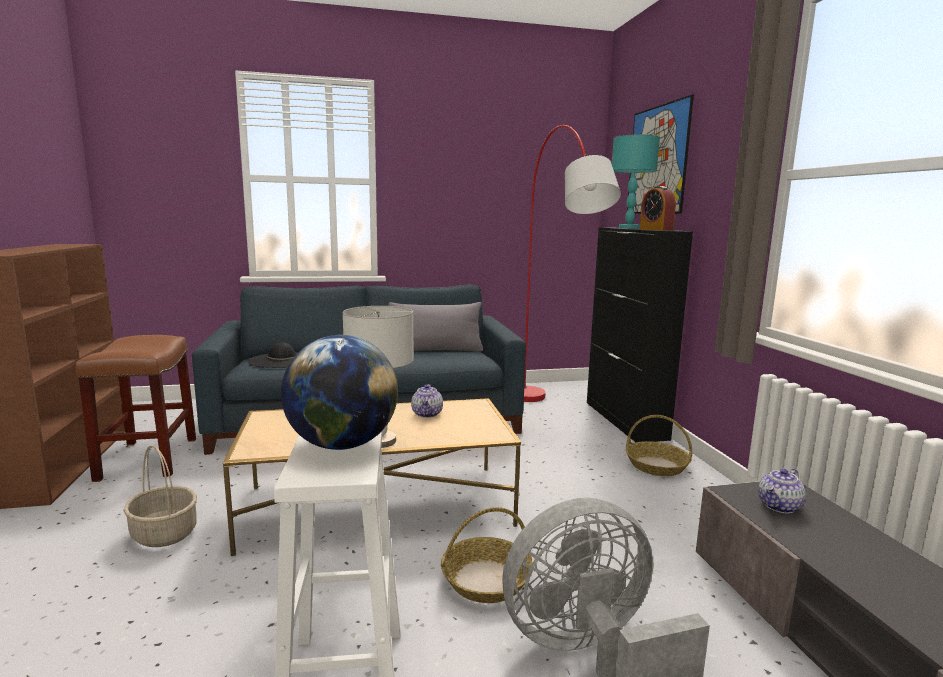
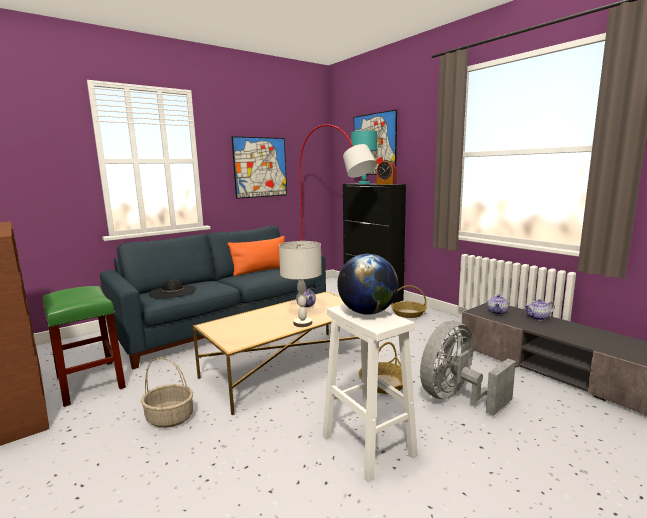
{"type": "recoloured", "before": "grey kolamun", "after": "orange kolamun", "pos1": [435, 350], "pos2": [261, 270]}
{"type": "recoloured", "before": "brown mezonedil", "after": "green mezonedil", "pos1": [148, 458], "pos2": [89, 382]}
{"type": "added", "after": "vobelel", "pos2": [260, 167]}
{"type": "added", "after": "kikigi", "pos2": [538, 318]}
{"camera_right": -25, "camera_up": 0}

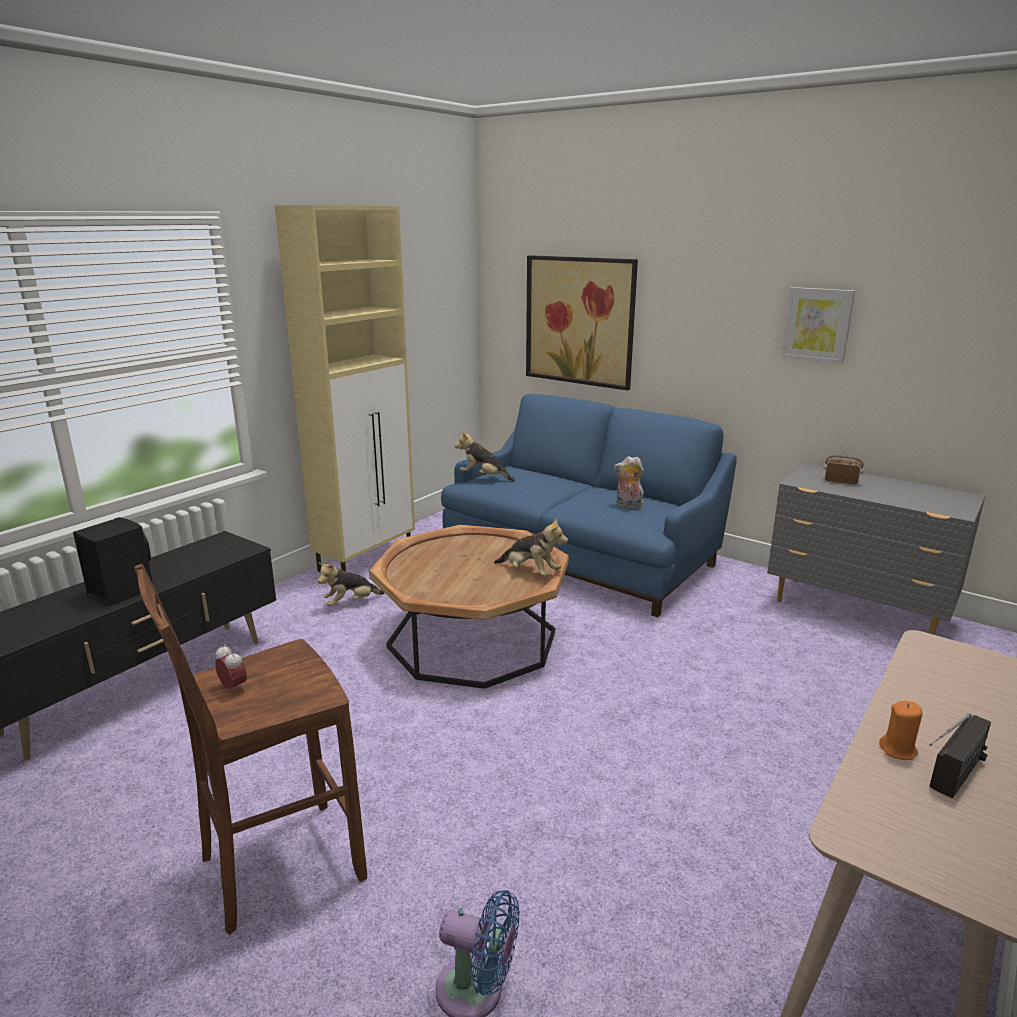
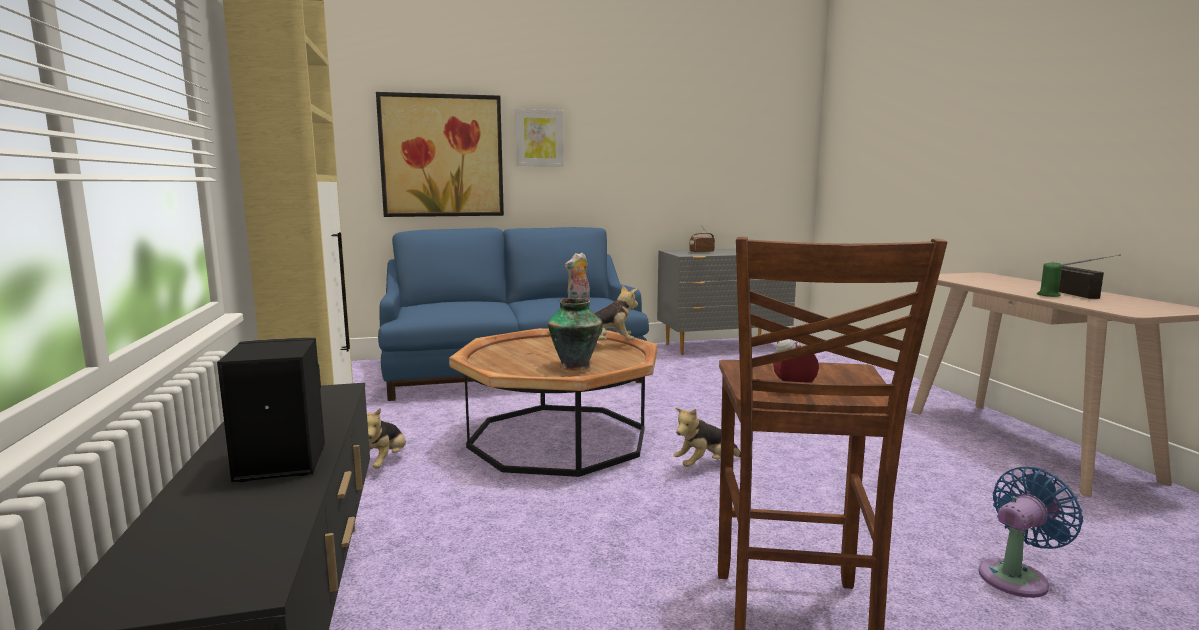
{"type": "moved", "before": "vobelel", "pos1": [817, 324], "pos2": [539, 138]}
{"type": "moved", "before": "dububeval", "pos1": [483, 477], "pos2": [705, 465]}
{"type": "recoloured", "before": "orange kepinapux", "after": "green kepinapux", "pos1": [898, 750], "pos2": [1048, 295]}
{"type": "added", "after": "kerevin", "pos2": [576, 366]}
{"camera_right": -50, "camera_up": -10}

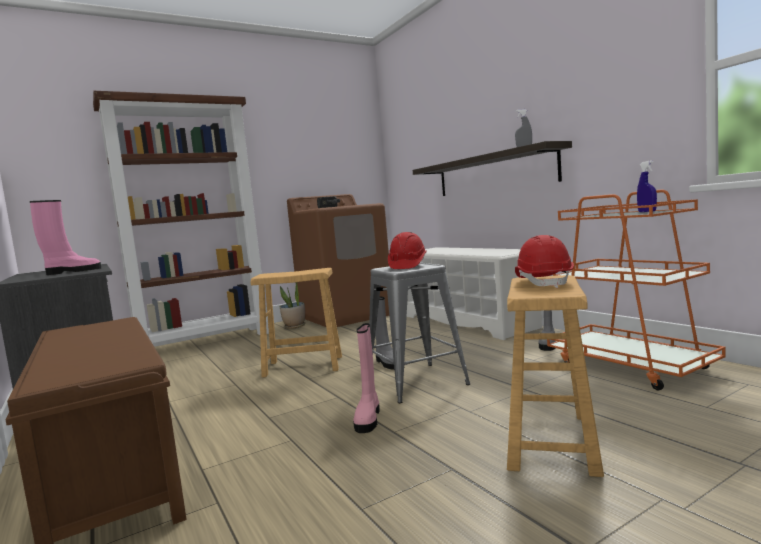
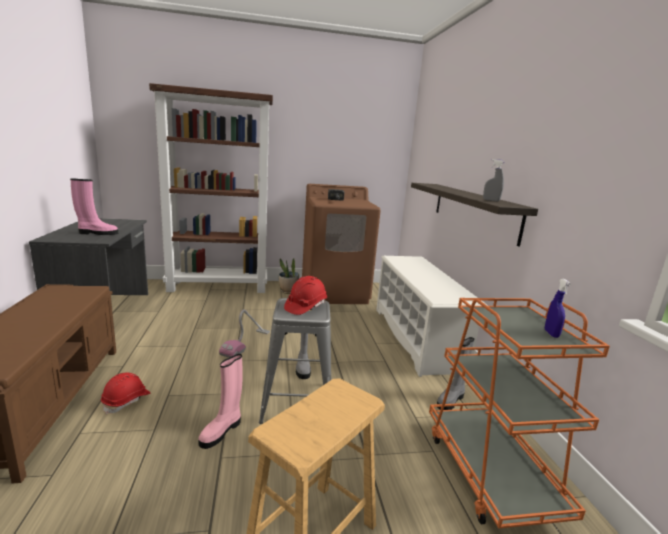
{"type": "moved", "before": "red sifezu", "pos1": [544, 282], "pos2": [126, 401]}
{"type": "replaced", "before": "brown mezonedil", "after": "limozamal", "pos1": [303, 366], "pos2": [246, 343]}
{"camera_right": 20, "camera_up": 10}

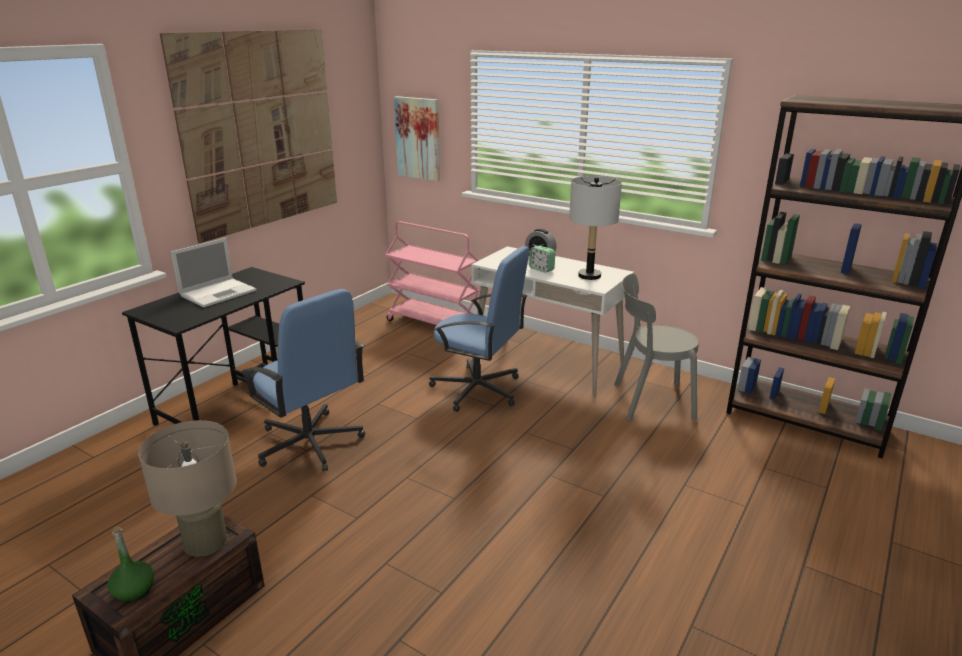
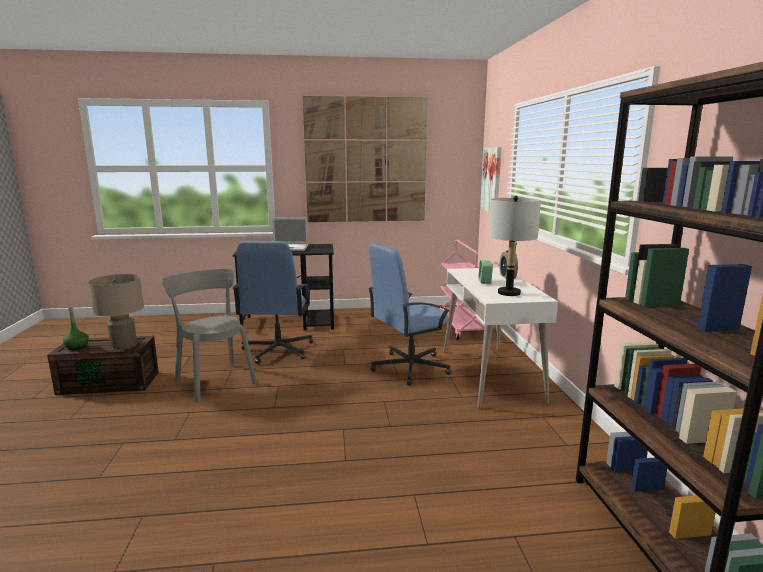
{"type": "turned", "before": "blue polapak", "pos1": [478, 390], "pos2": [409, 367], "turn": 75}
{"type": "moved", "before": "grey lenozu", "pos1": [648, 401], "pos2": [214, 380]}
{"camera_right": 50, "camera_up": -10}

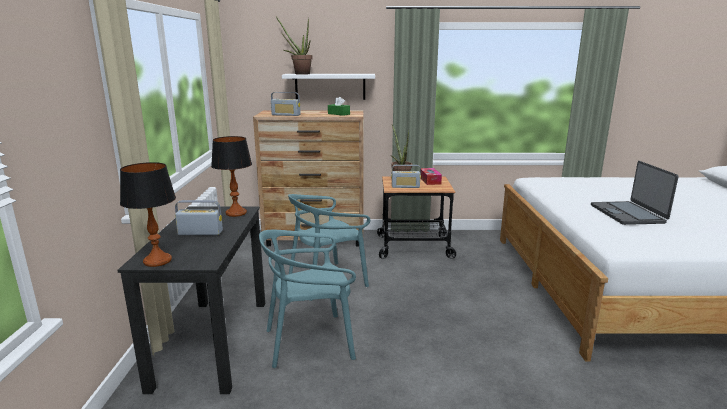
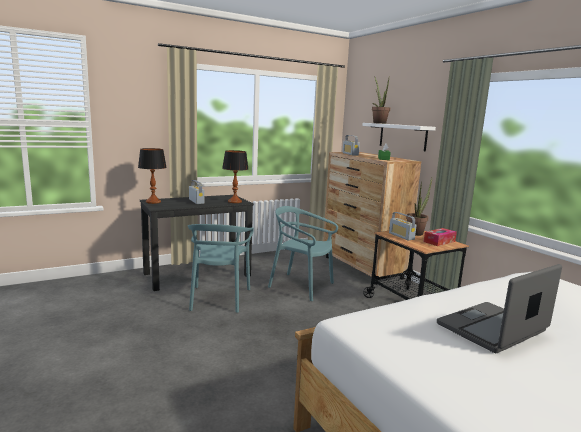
{"type": "turned", "before": "turquoise lenozu", "pos1": [310, 342], "pos2": [218, 298], "turn": -135}
{"camera_right": 60, "camera_up": -5}

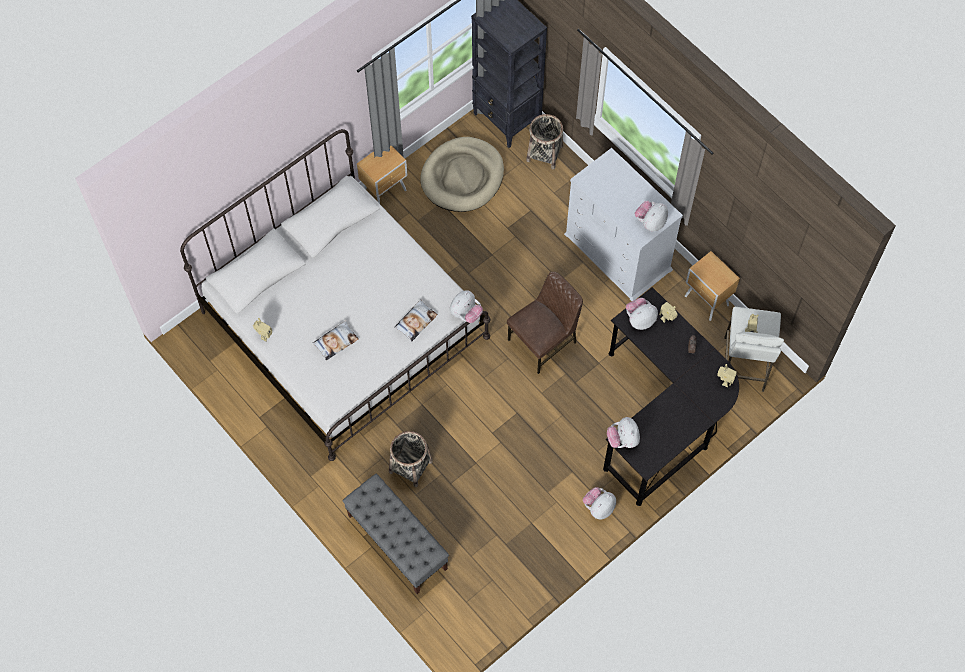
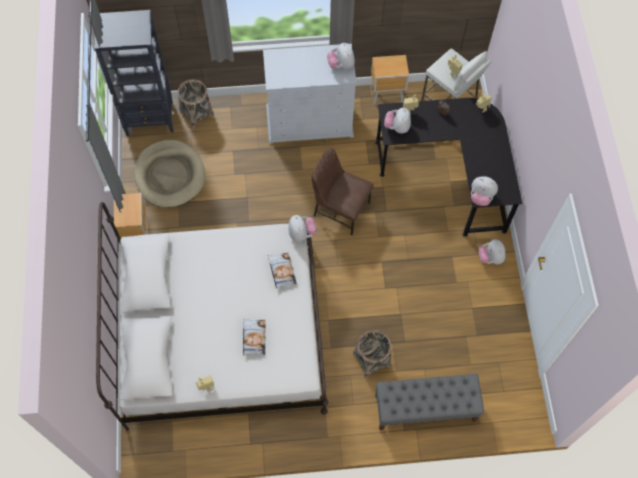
{"type": "turned", "before": "brown lenozu", "pos1": [544, 341], "pos2": [340, 209], "turn": -60}
{"camera_right": -55, "camera_up": 0}

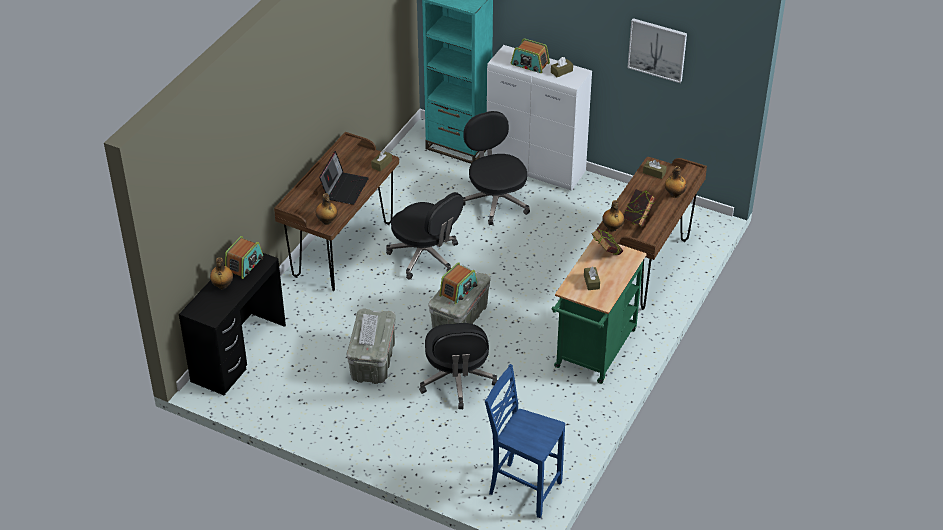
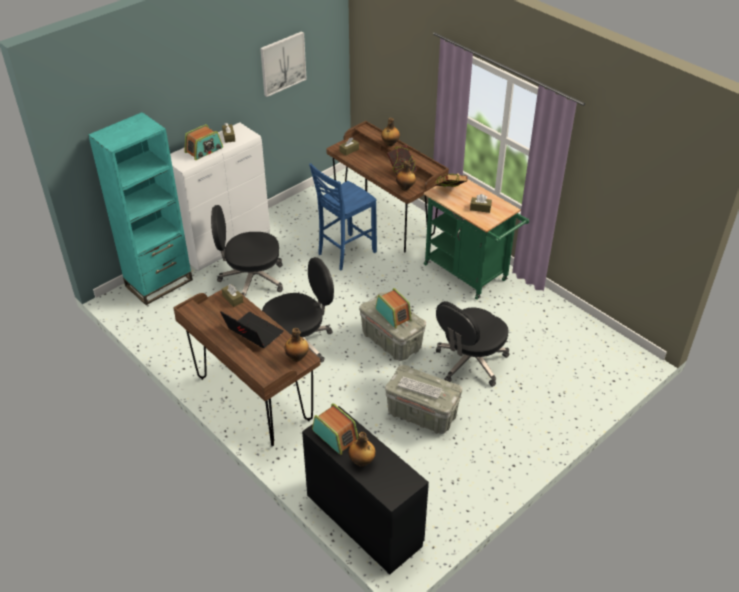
{"type": "turned", "before": "black polapak", "pos1": [457, 381], "pos2": [470, 362], "turn": 120}
{"type": "moved", "before": "blue lenozu", "pos1": [523, 488], "pos2": [345, 253]}
{"camera_right": -70, "camera_up": 0}

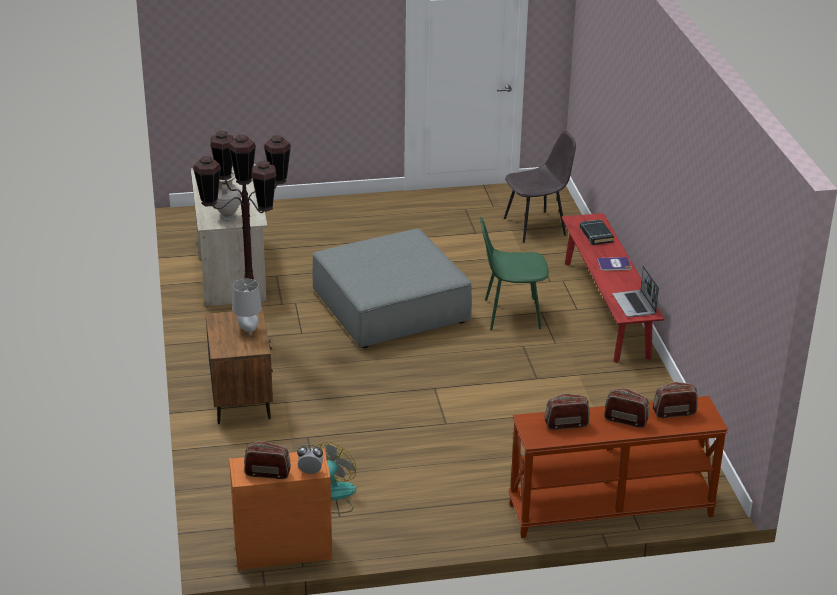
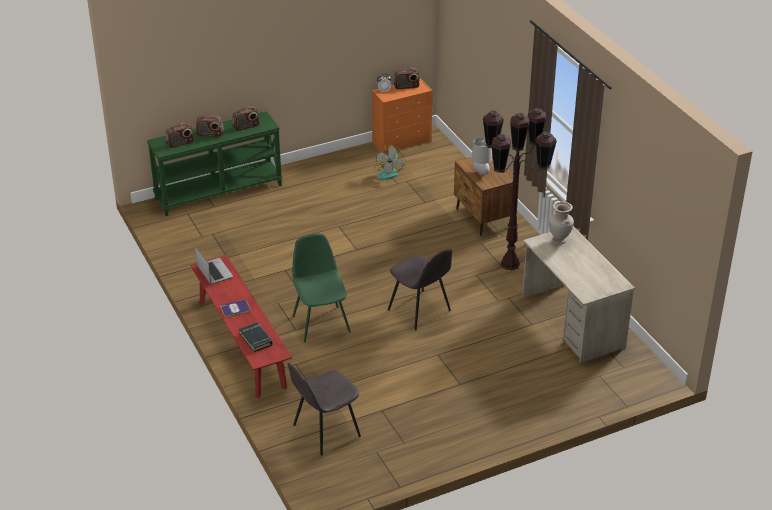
{"type": "turned", "before": "green lenozu", "pos1": [510, 314], "pos2": [320, 323], "turn": -90}
{"type": "replaced", "before": "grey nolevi", "after": "grey lenozu", "pos1": [391, 307], "pos2": [420, 311]}
{"type": "recoloured", "before": "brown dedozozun", "after": "green dedozozun", "pos1": [610, 511], "pos2": [218, 191]}
{"camera_right": 165, "camera_up": 5}

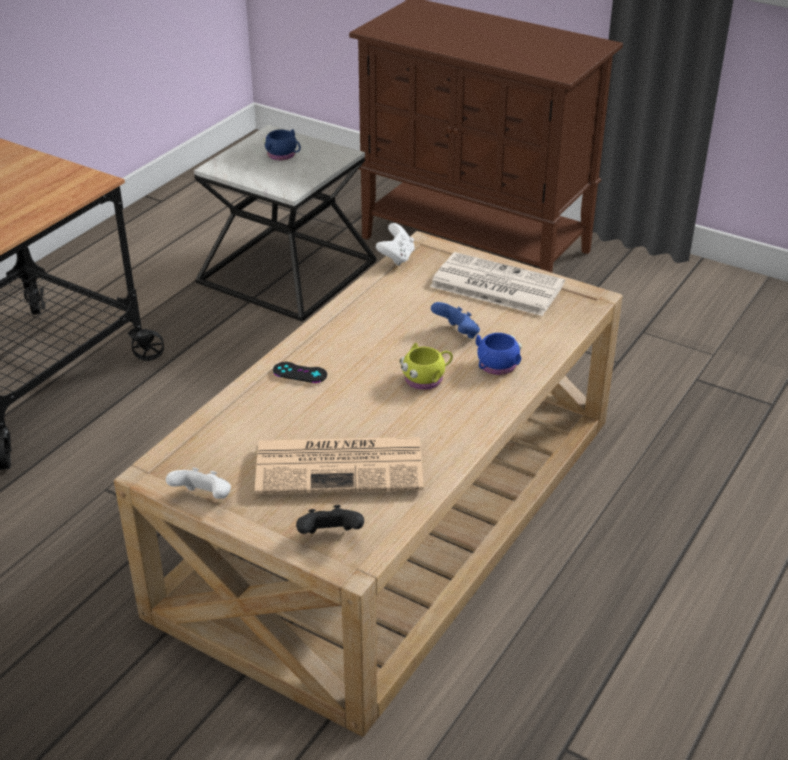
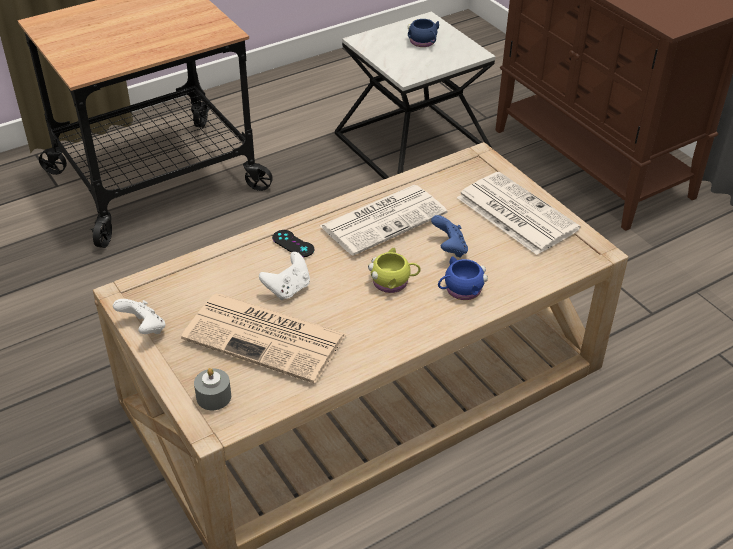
{"type": "moved", "before": "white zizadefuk", "pos1": [396, 257], "pos2": [288, 289]}
{"type": "replaced", "before": "black zizadefuk", "after": "grey kepinapux", "pos1": [330, 536], "pos2": [213, 397]}
{"type": "added", "after": "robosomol", "pos2": [384, 219]}
{"camera_right": 25, "camera_up": 5}

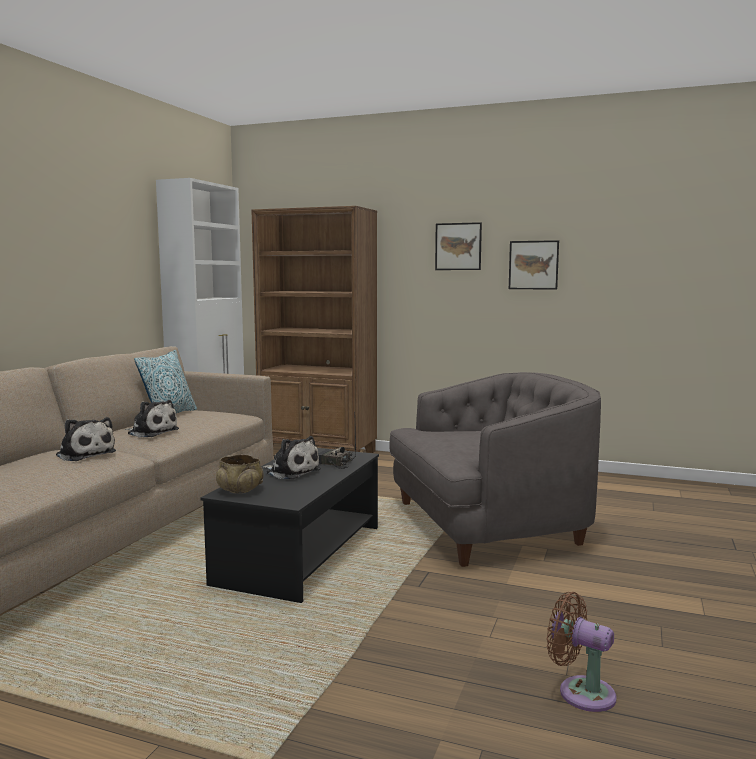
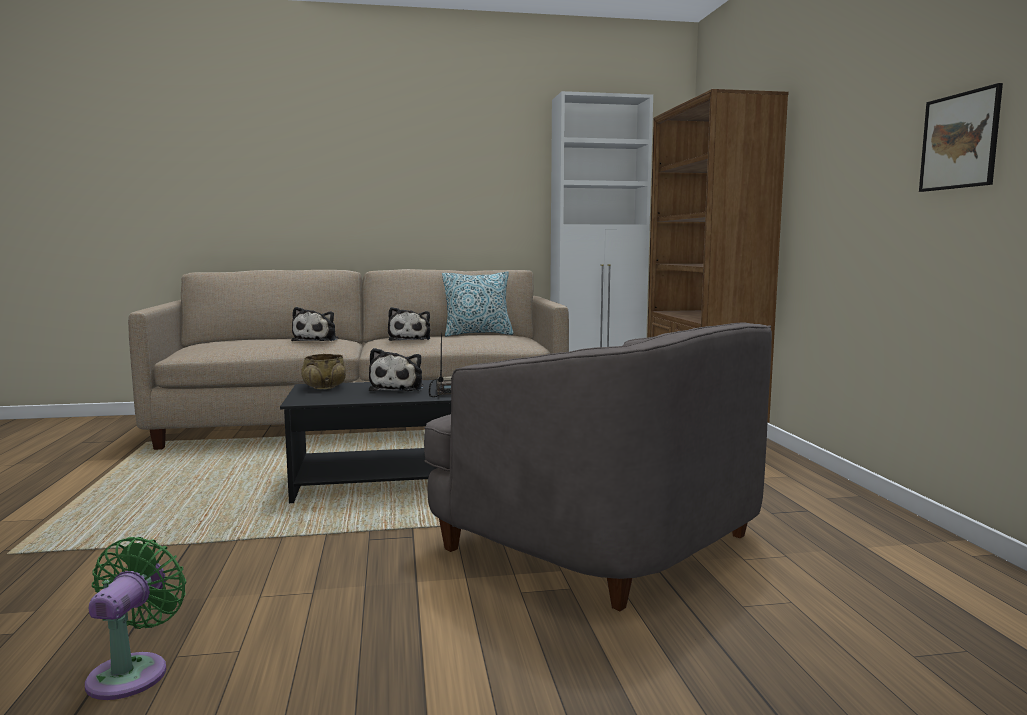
{"type": "removed", "before": "vobelel", "pos1": [458, 246]}
{"type": "recoloured", "before": "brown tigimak", "after": "green tigimak", "pos1": [581, 692], "pos2": [132, 672]}
{"camera_right": 60, "camera_up": 0}

